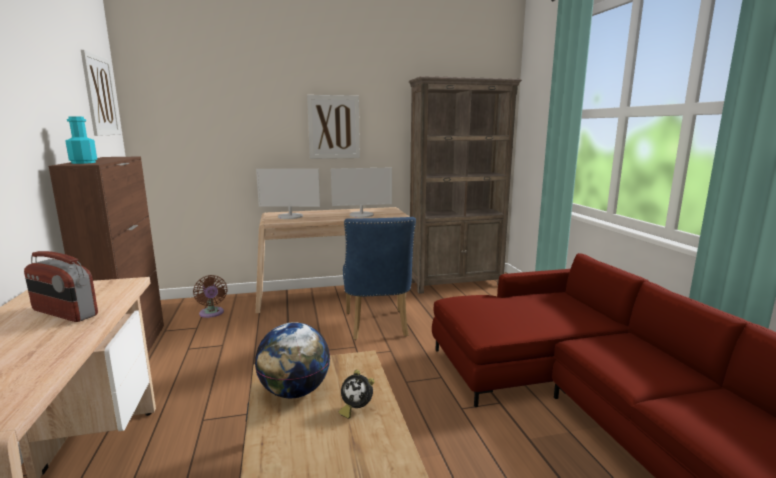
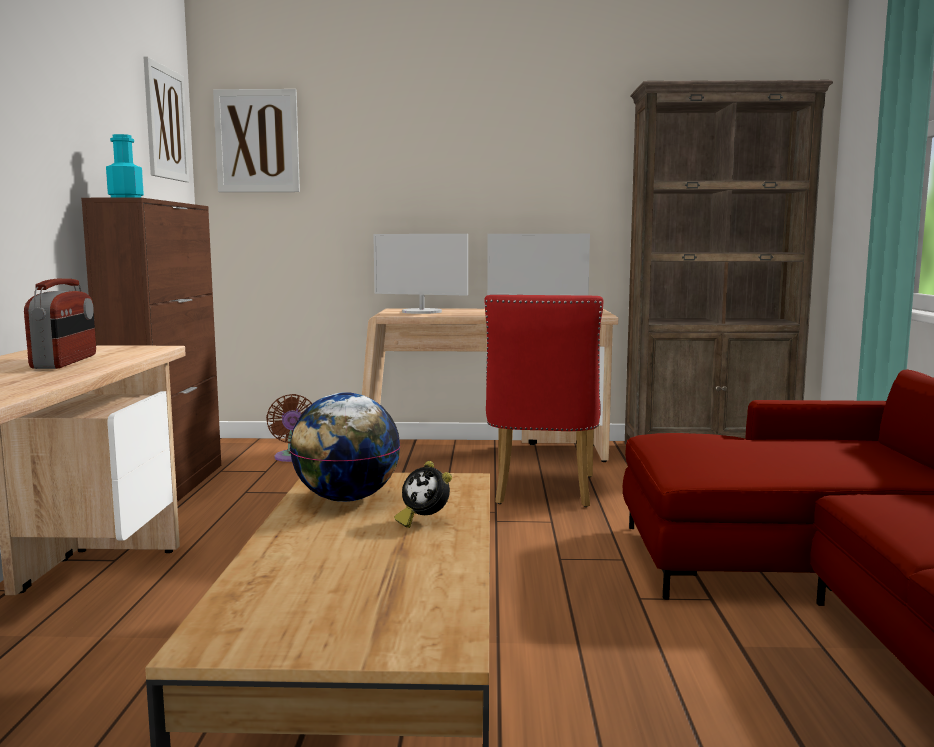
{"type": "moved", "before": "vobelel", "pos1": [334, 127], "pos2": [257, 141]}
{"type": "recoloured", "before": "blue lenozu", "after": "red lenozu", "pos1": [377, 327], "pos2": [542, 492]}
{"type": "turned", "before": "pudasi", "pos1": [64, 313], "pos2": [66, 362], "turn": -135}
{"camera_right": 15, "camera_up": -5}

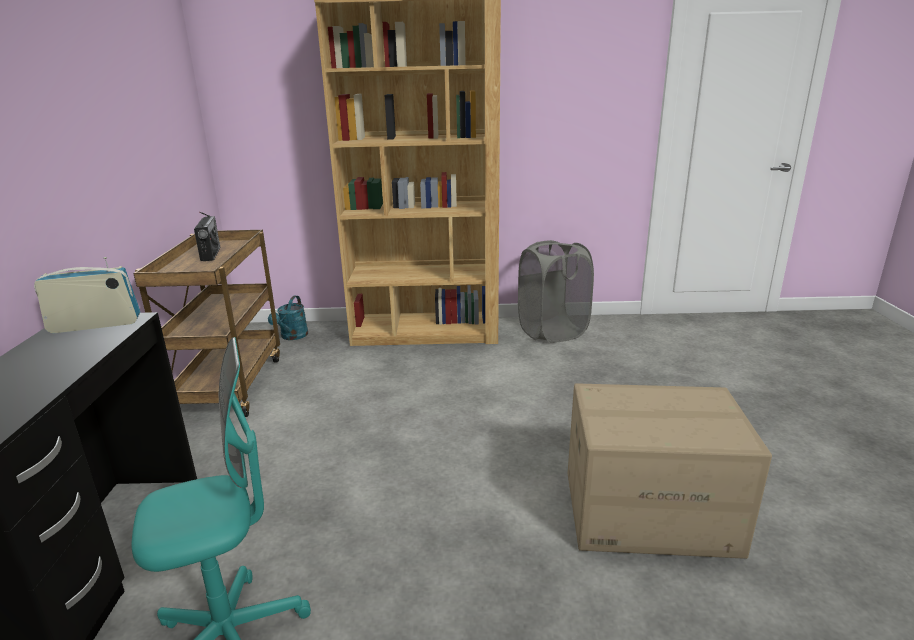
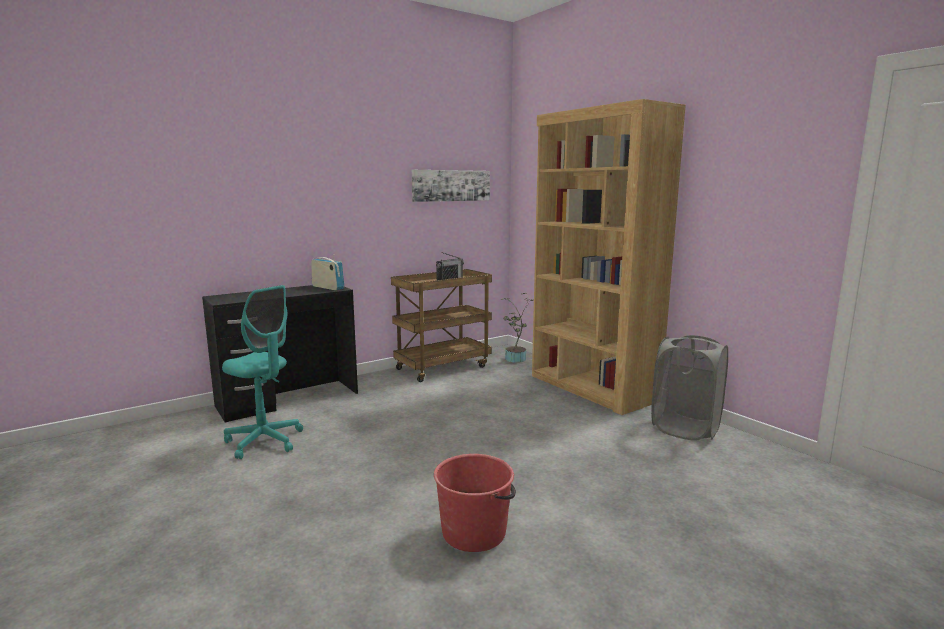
{"type": "replaced", "before": "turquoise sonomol", "after": "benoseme", "pos1": [292, 337], "pos2": [515, 360]}
{"type": "replaced", "before": "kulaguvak", "after": "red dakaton", "pos1": [649, 511], "pos2": [475, 532]}
{"type": "added", "after": "vobelel", "pos2": [451, 185]}
{"camera_right": 55, "camera_up": -10}

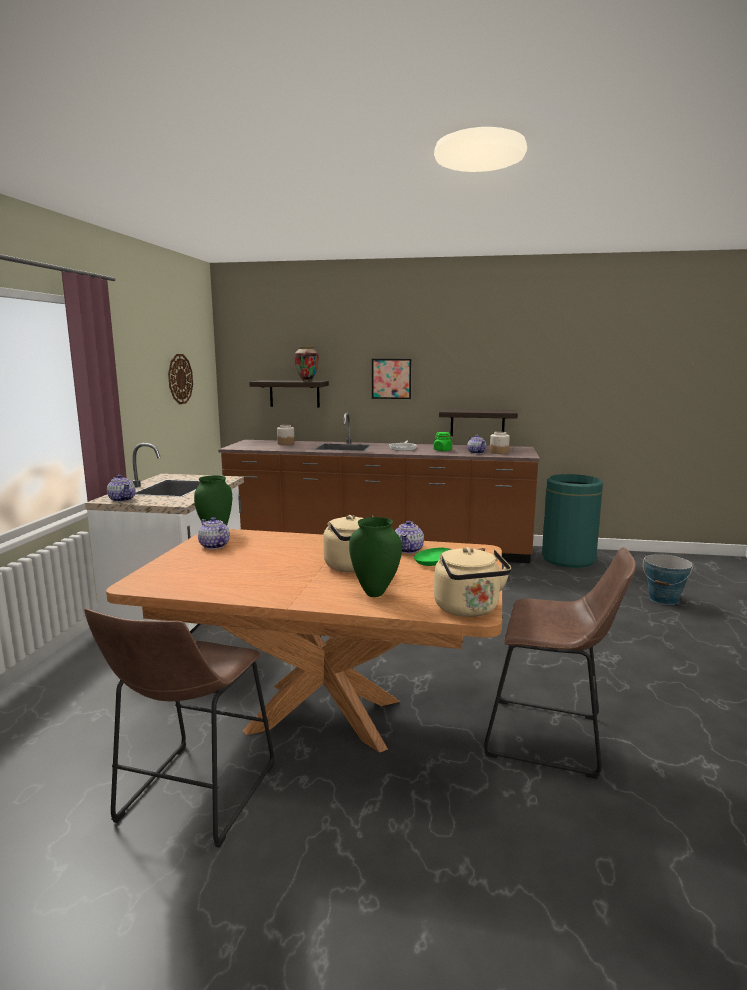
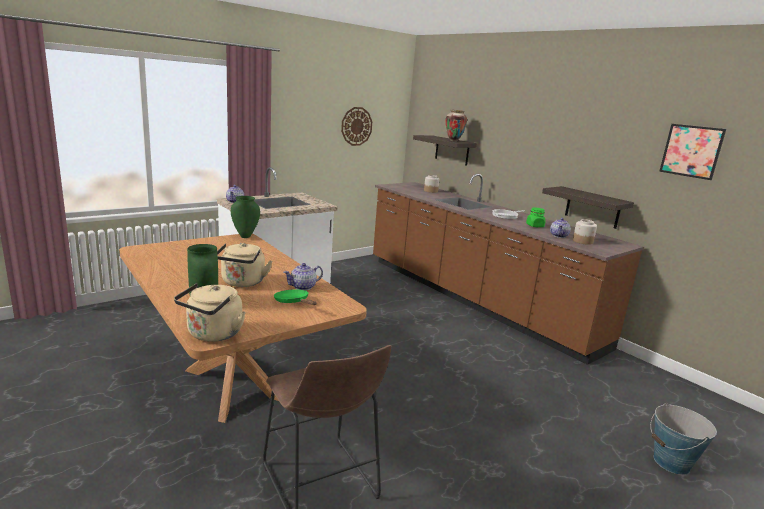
{"type": "moved", "before": "vobelel", "pos1": [391, 378], "pos2": [691, 151]}
{"type": "removed", "before": "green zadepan", "pos1": [568, 559]}
{"type": "removed", "before": "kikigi", "pos1": [214, 546]}
{"type": "removed", "before": "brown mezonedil", "pos1": [192, 798]}
{"camera_right": 40, "camera_up": 5}

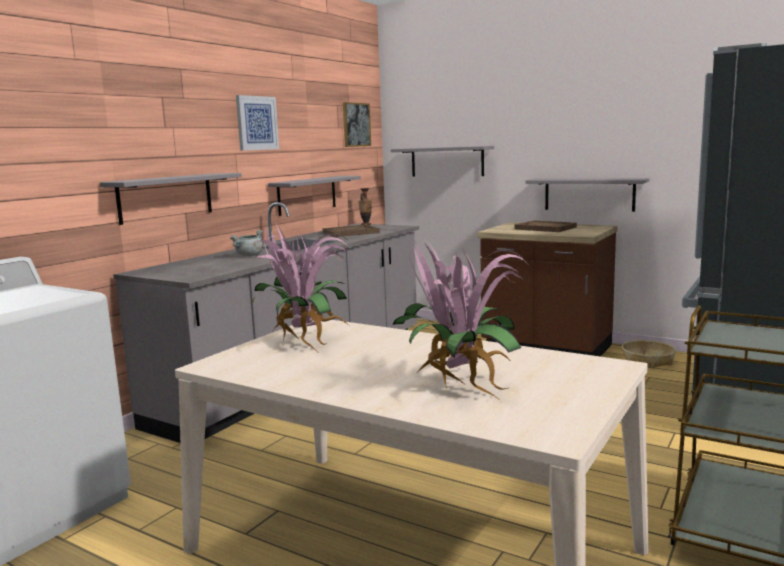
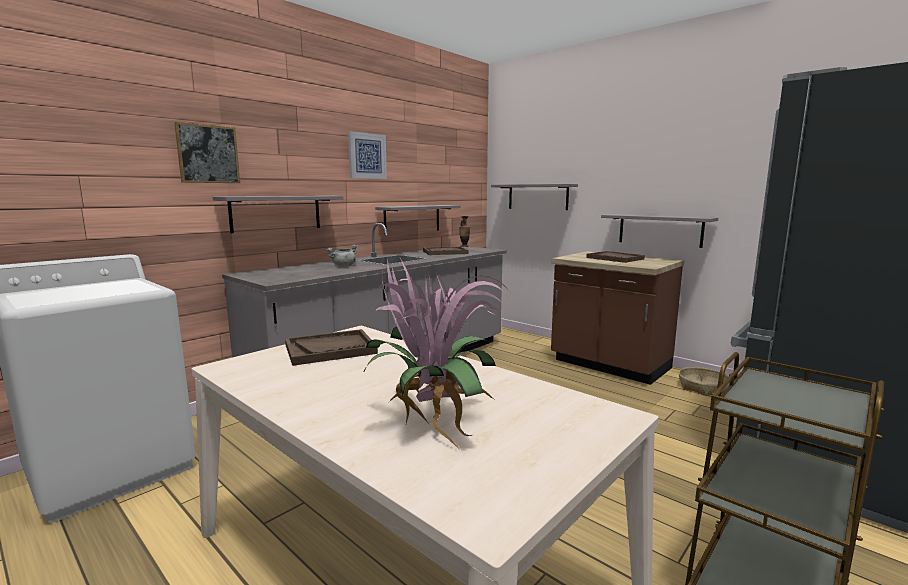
{"type": "moved", "before": "vobelel", "pos1": [356, 124], "pos2": [208, 154]}
{"type": "replaced", "before": "benoseme", "after": "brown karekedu", "pos1": [305, 341], "pos2": [330, 349]}
{"camera_right": 10, "camera_up": 0}

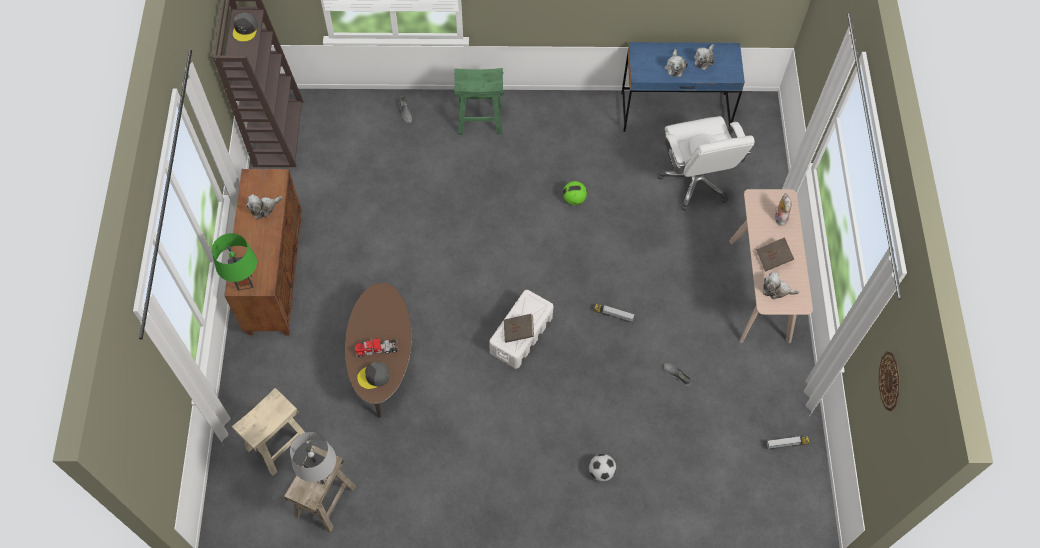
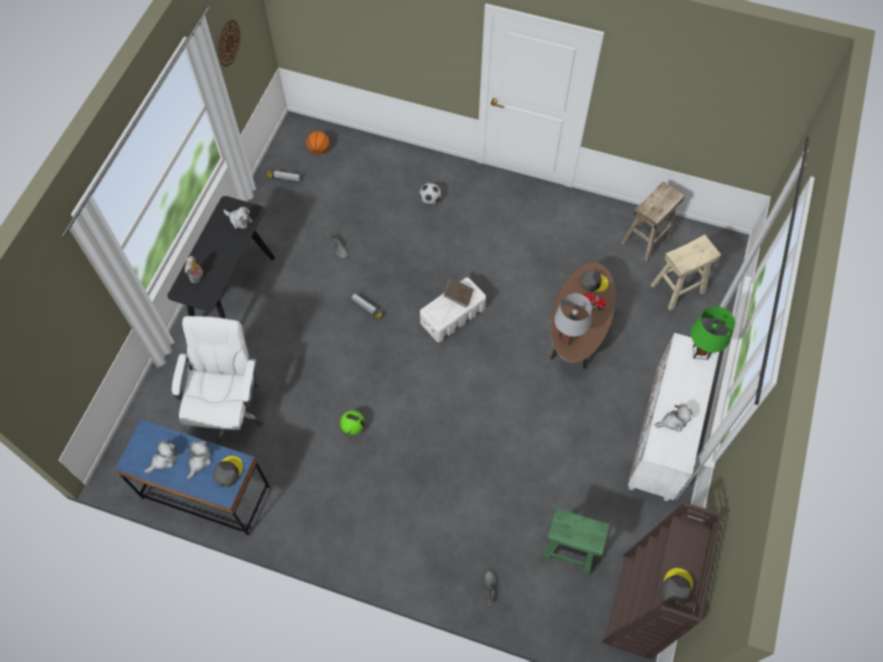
{"type": "moved", "before": "green mezonedil", "pos1": [480, 120], "pos2": [568, 551]}
{"type": "recoloured", "before": "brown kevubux", "after": "white kevubux", "pos1": [274, 275], "pos2": [662, 437]}
{"type": "recoloured", "before": "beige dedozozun", "after": "black dedozozun", "pos1": [759, 290], "pos2": [233, 292]}
{"type": "removed", "before": "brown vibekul", "pos1": [773, 258]}
{"type": "moved", "before": "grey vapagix", "pos1": [320, 474], "pos2": [568, 337]}
{"type": "added", "after": "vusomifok", "pos2": [319, 149]}
{"type": "added", "after": "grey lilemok", "pos2": [228, 472]}
{"camera_right": -160, "camera_up": 0}

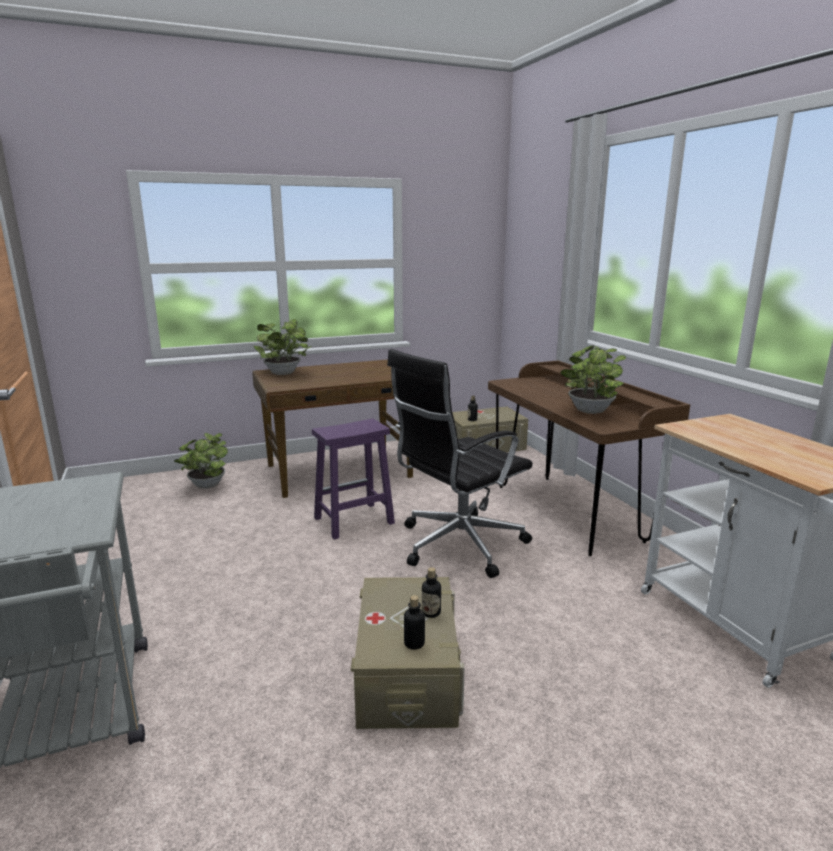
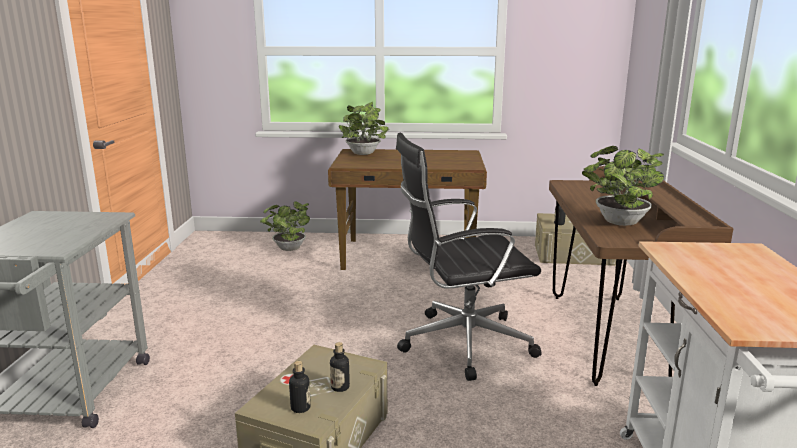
{"type": "removed", "before": "purple mezonedil", "pos1": [353, 521]}
{"camera_right": 25, "camera_up": 0}

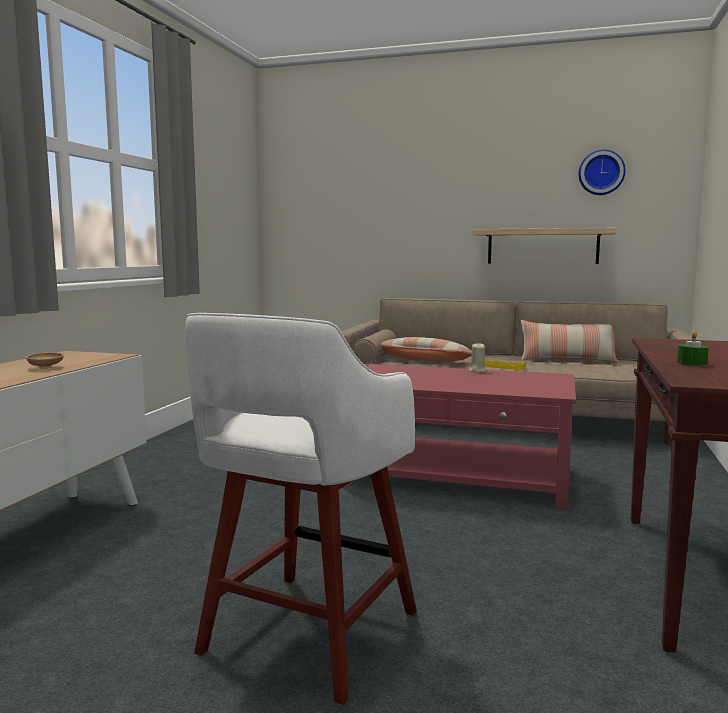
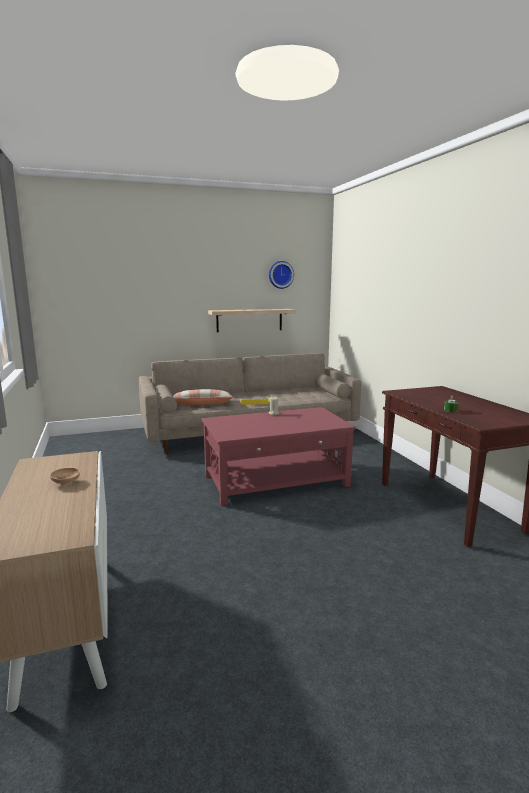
{"type": "removed", "before": "white mezonedil", "pos1": [306, 635]}
{"type": "removed", "before": "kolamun", "pos1": [567, 360]}
{"camera_right": -35, "camera_up": 5}

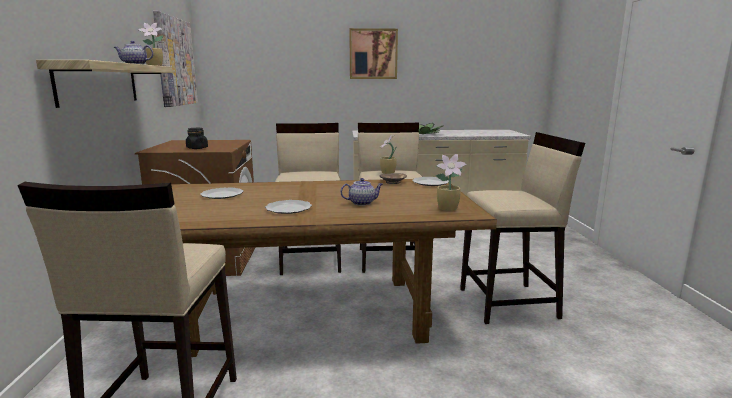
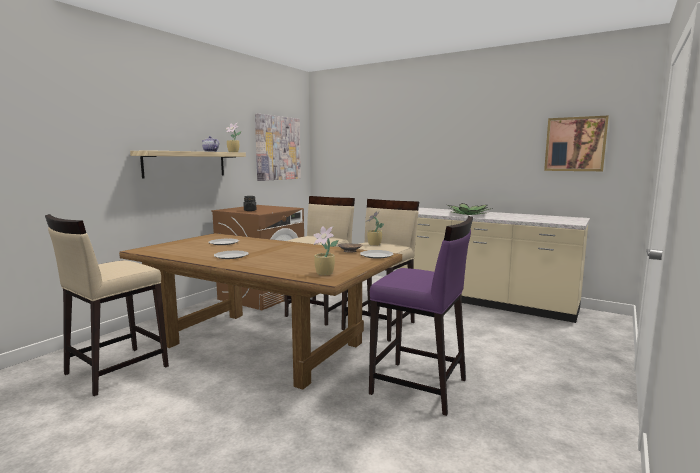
{"type": "moved", "before": "vobelel", "pos1": [373, 54], "pos2": [575, 144]}
{"type": "recoloured", "before": "beige mezonedil", "after": "purple mezonedil", "pos1": [509, 303], "pos2": [419, 387]}
{"type": "removed", "before": "kikigi", "pos1": [362, 203]}
{"camera_right": 35, "camera_up": -5}

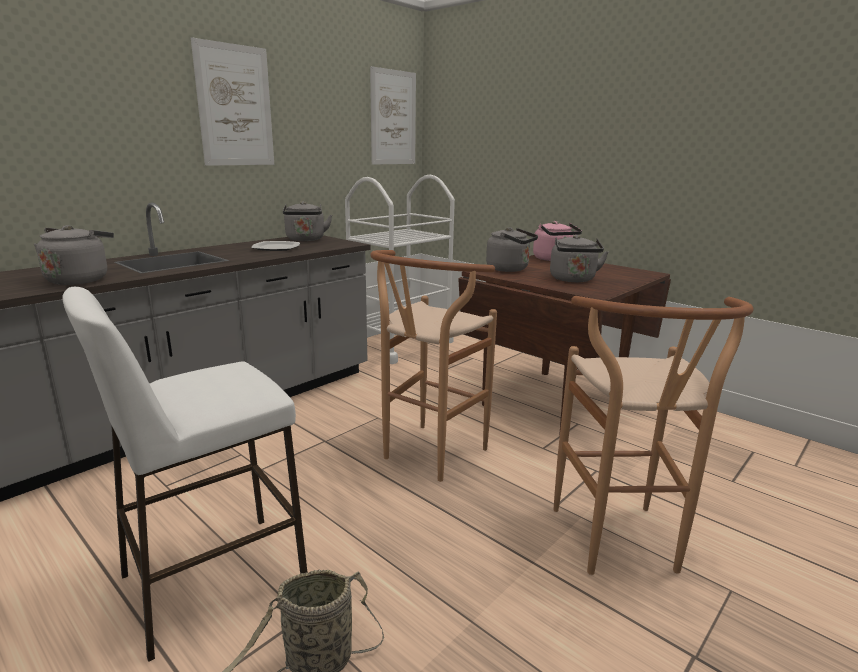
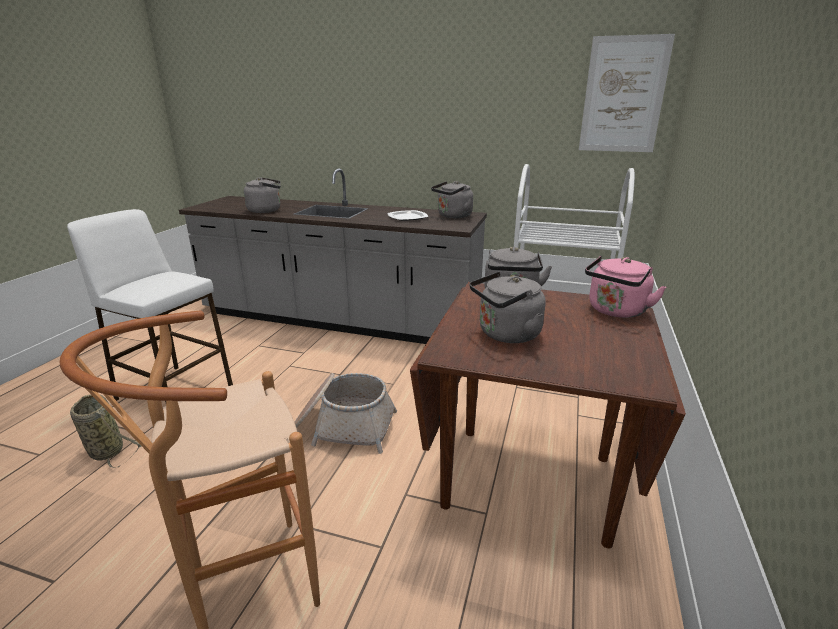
{"type": "removed", "before": "vobelel", "pos1": [235, 106]}
{"type": "replaced", "before": "brown mezonedil", "after": "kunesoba", "pos1": [427, 457], "pos2": [344, 426]}
{"camera_right": 65, "camera_up": 5}

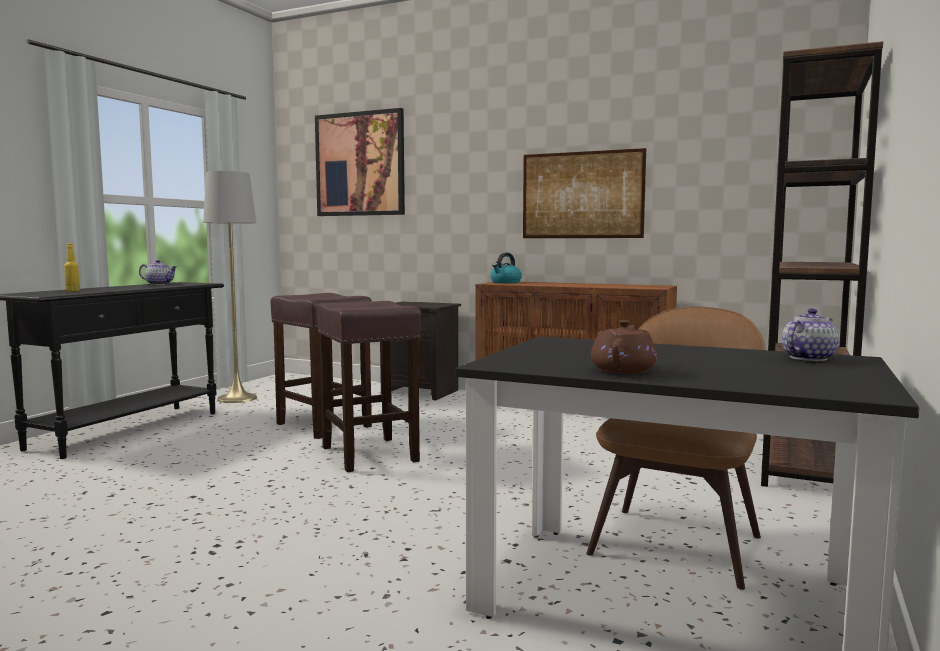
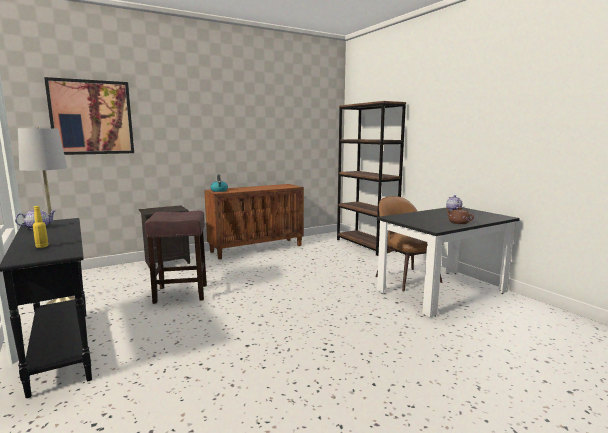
{"type": "removed", "before": "vobelel", "pos1": [582, 195]}
{"type": "removed", "before": "brown mezonedil", "pos1": [370, 454]}
{"camera_right": -55, "camera_up": 5}

